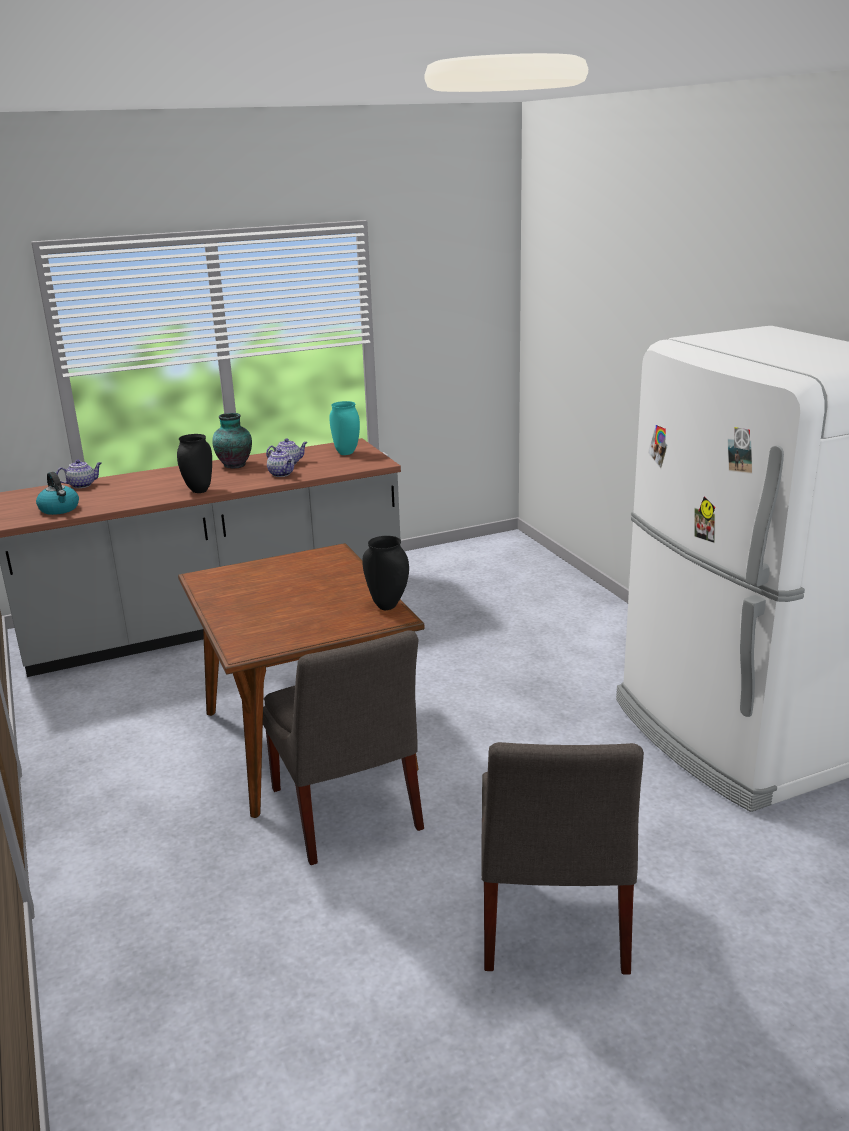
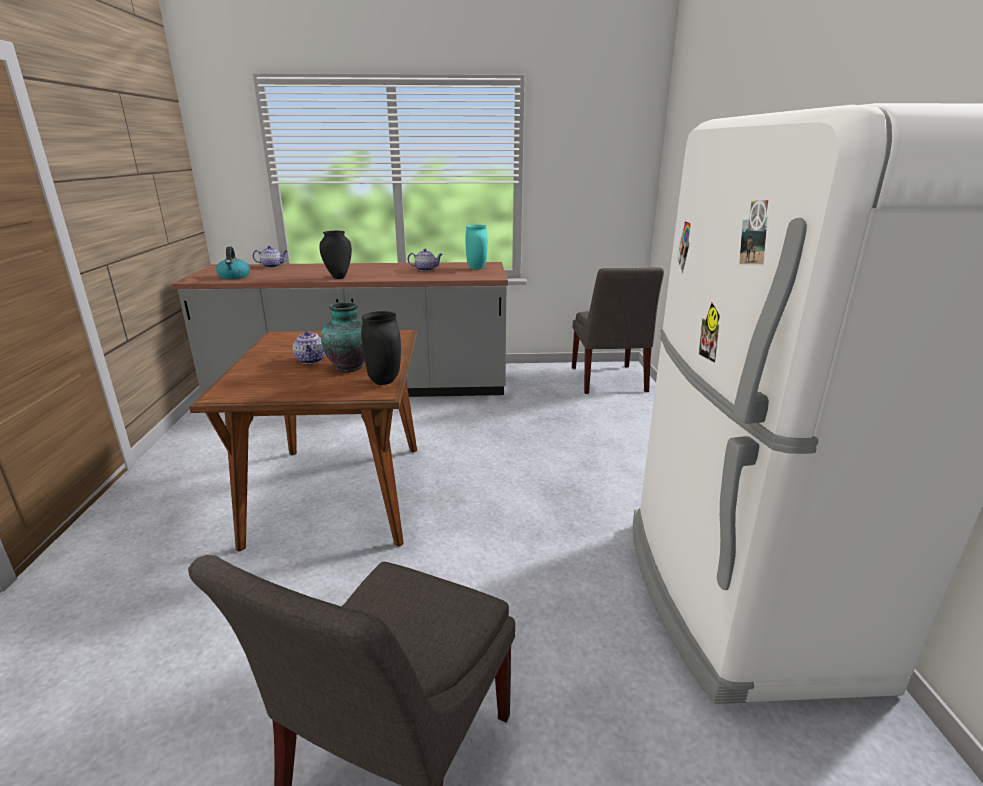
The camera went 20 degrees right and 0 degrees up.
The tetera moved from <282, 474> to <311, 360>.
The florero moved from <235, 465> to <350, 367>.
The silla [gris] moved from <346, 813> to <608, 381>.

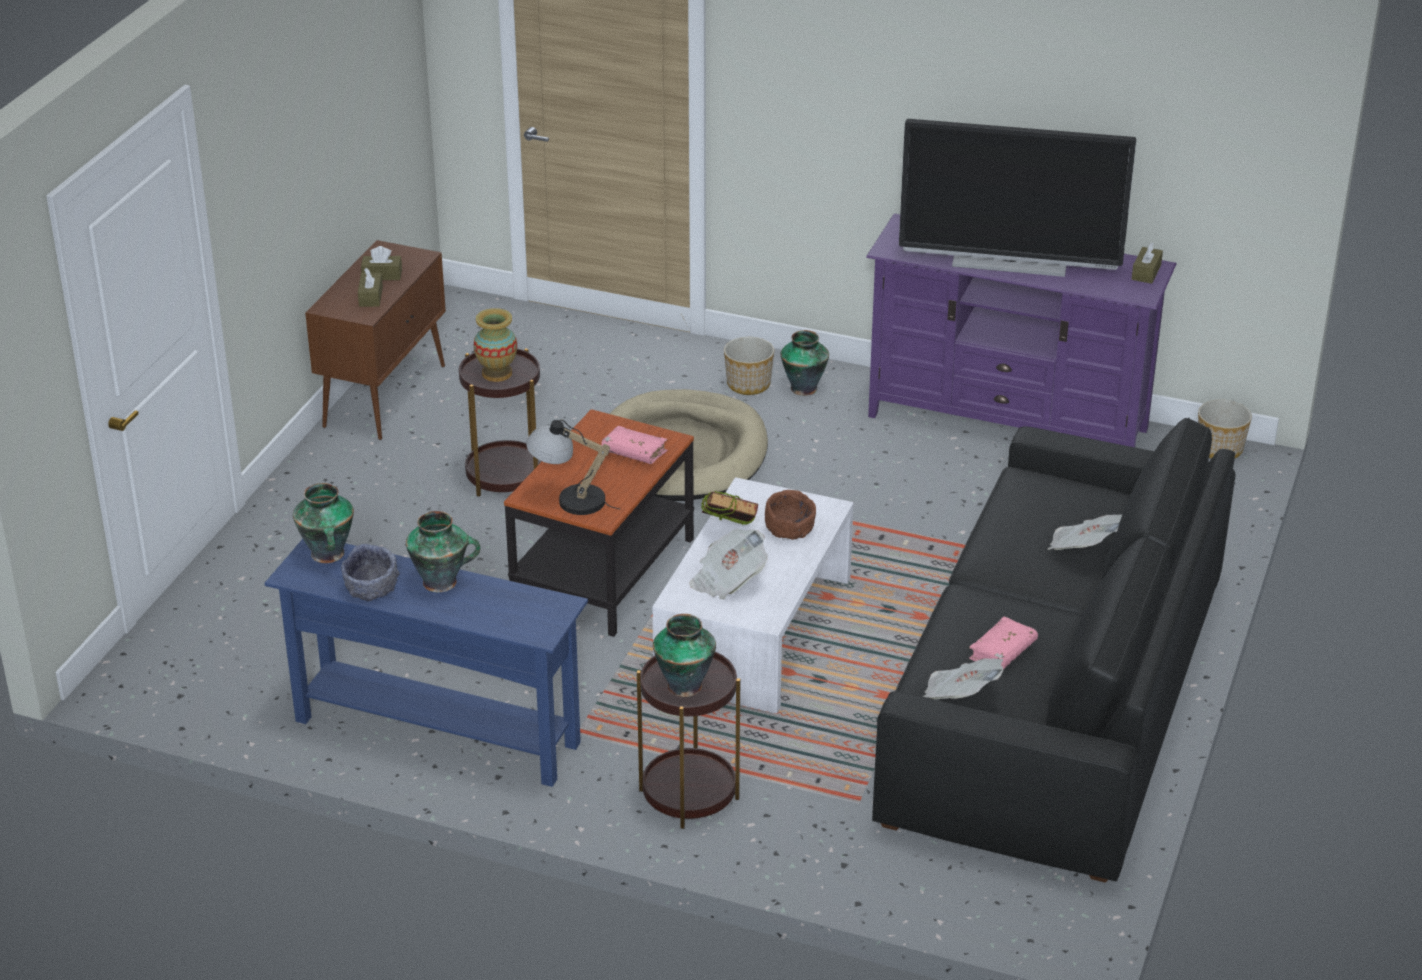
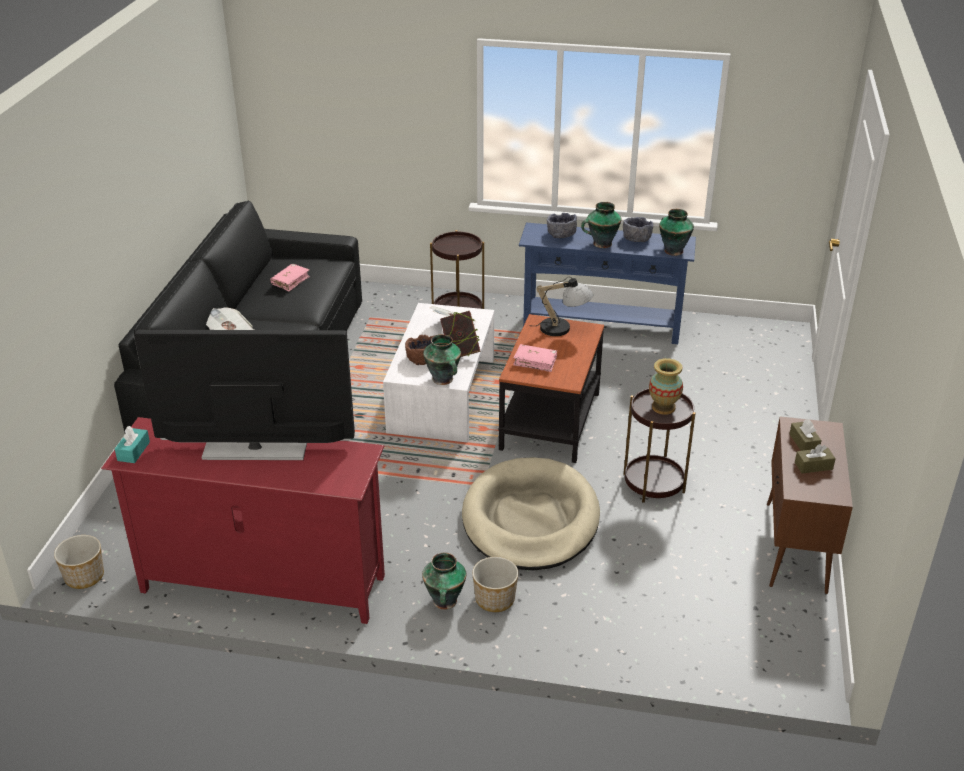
The camera went 170 degrees right and 0 degrees up.
The mueble de televisión [morado] at <1008, 422> became the mueble de televisión [rojo] at <262, 584>.
The caja de pañuelos [marrón] at <1146, 272> became the caja de pañuelos [turquesa] at <133, 451>.
The florero moved from <684, 684> to <443, 380>.
The cuenco [gris] at <561, 234> appeared.
The periódico at <960, 695> disappeared.

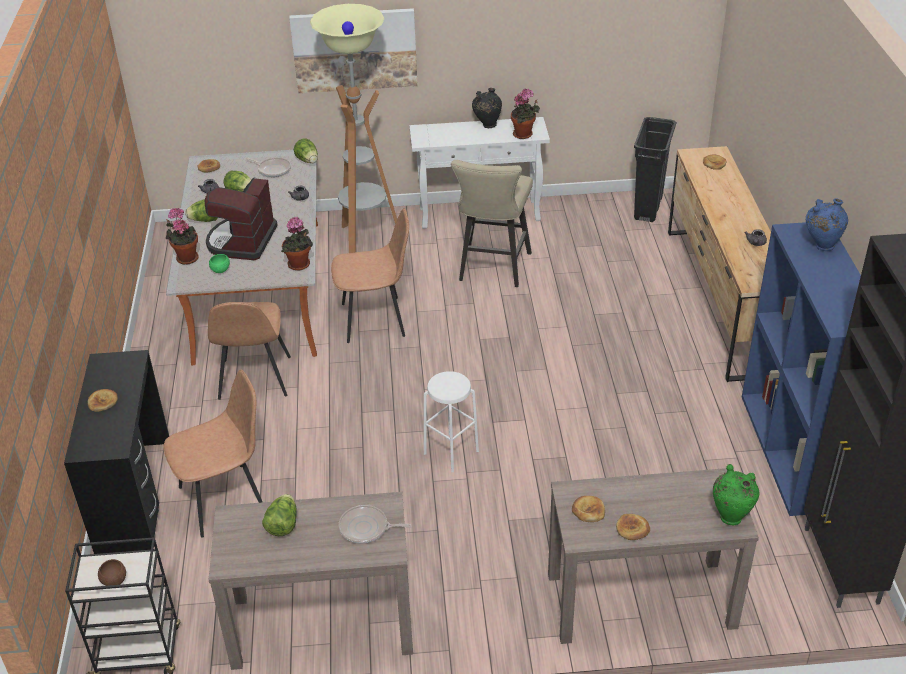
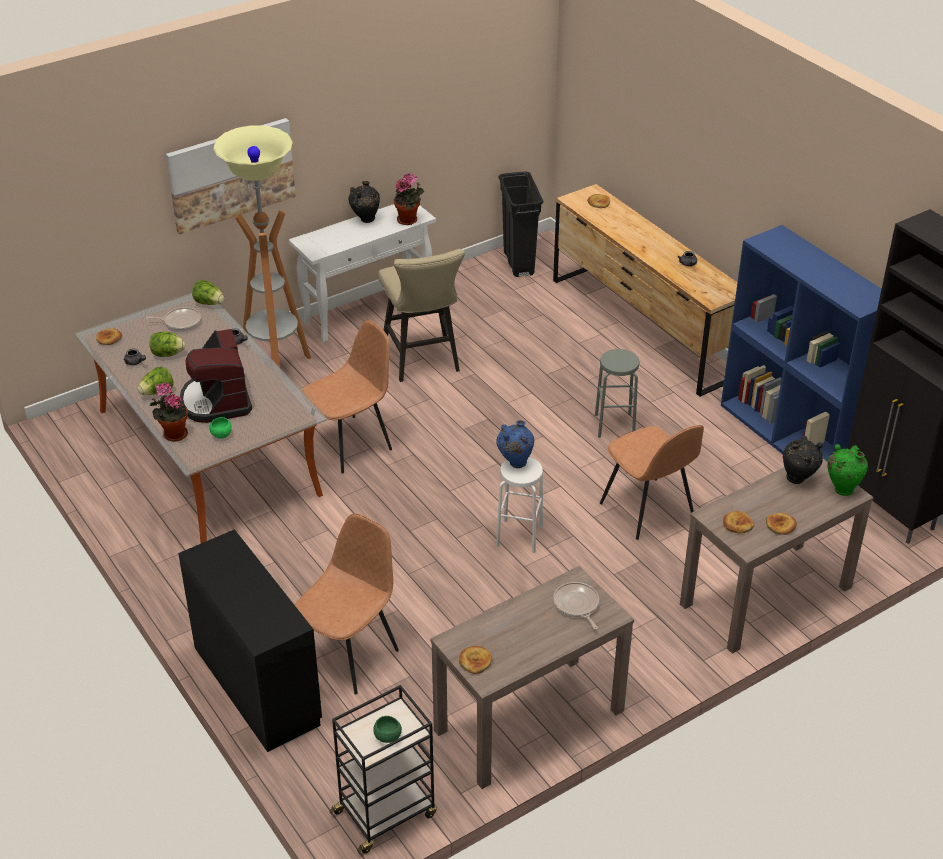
The camera went 30 degrees left and 0 degrees up.
The cuenco [marrón] at <114, 581> became the cuenco [verde] at <387, 737>.
The pan moved from <103, 402> to <475, 661>.
The florero [azul] moved from <821, 246> to <515, 463>.
The sartén at <366, 528> turned 90 degrees clockwise.
The taburete [gris] at <614, 425> appeared.
The silla [marrón] moved from <254, 379> to <648, 510>.
The florero [negro] at <798, 479> appeared.
The lechuga at <282, 524> disappeared.
The planta en maceta at <300, 265> disappeared.

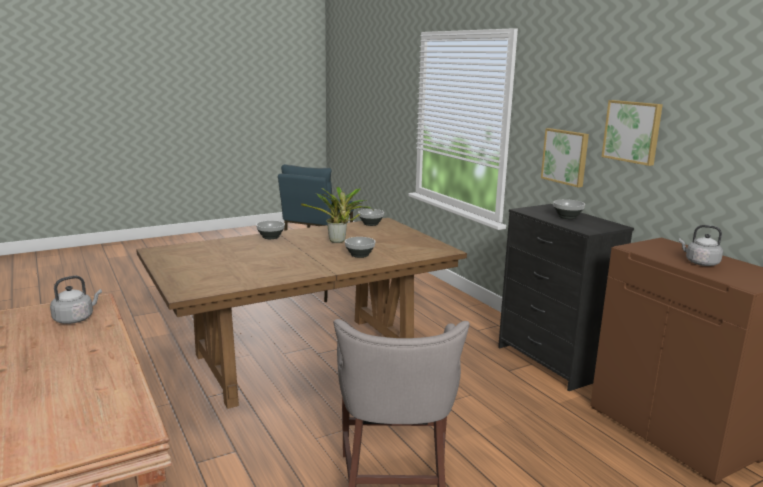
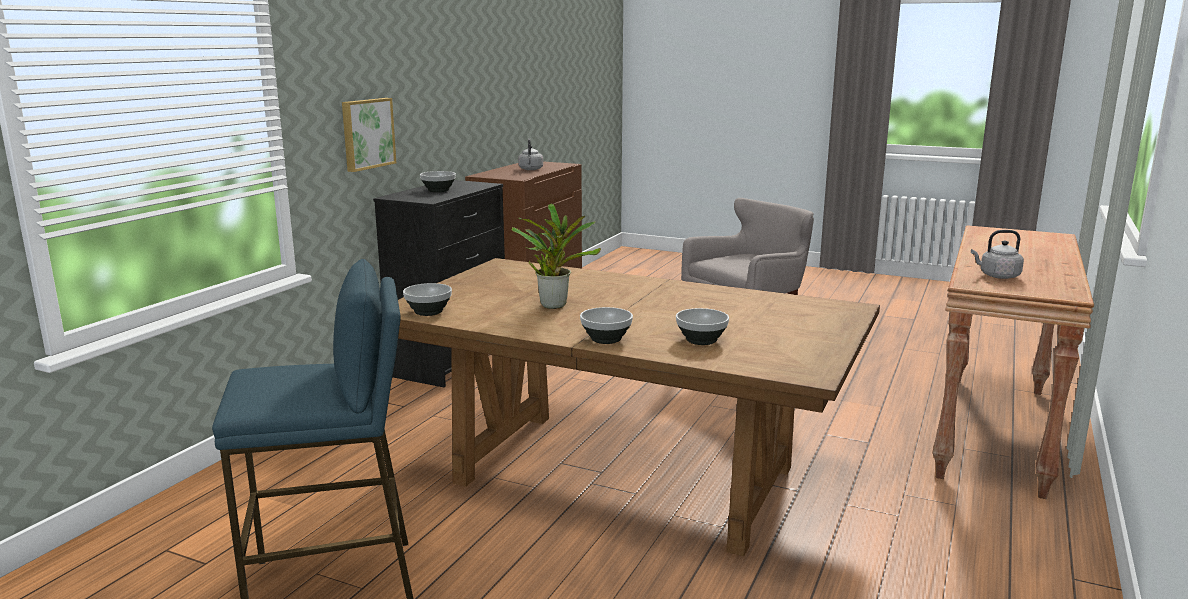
The camera went 125 degrees left and 0 degrees up.
The cuenco moved from <359, 255> to <702, 340>.
The cuadro at <633, 131> disappeared.

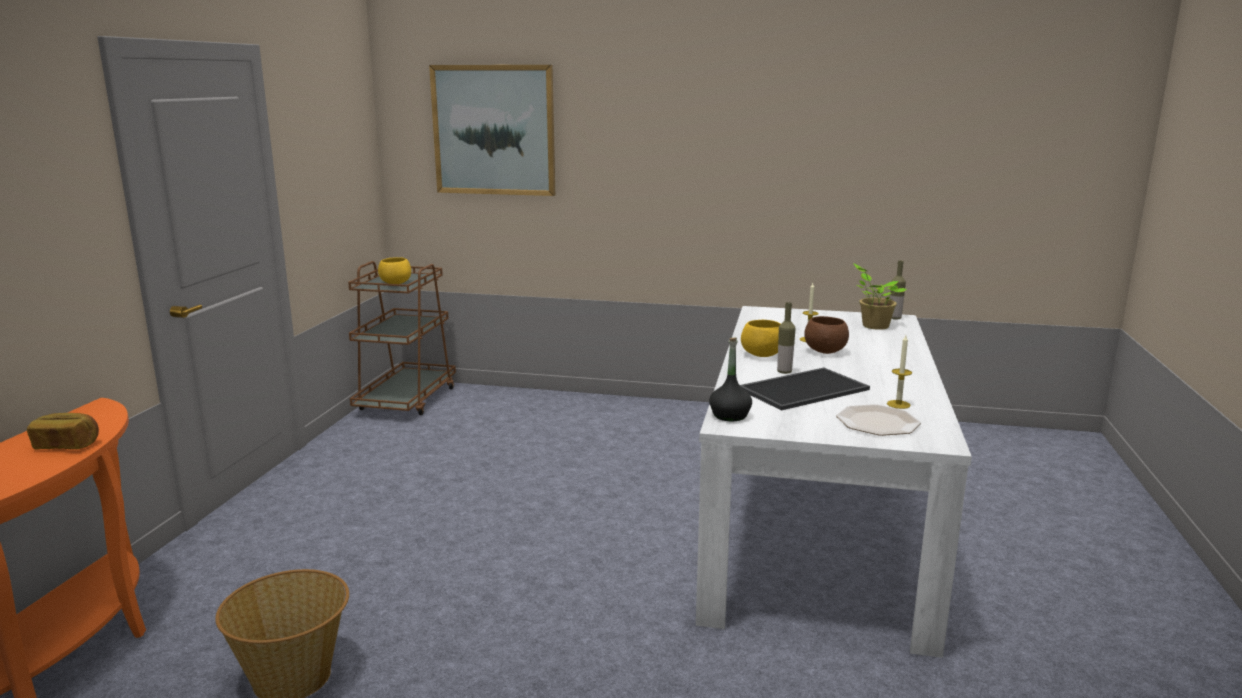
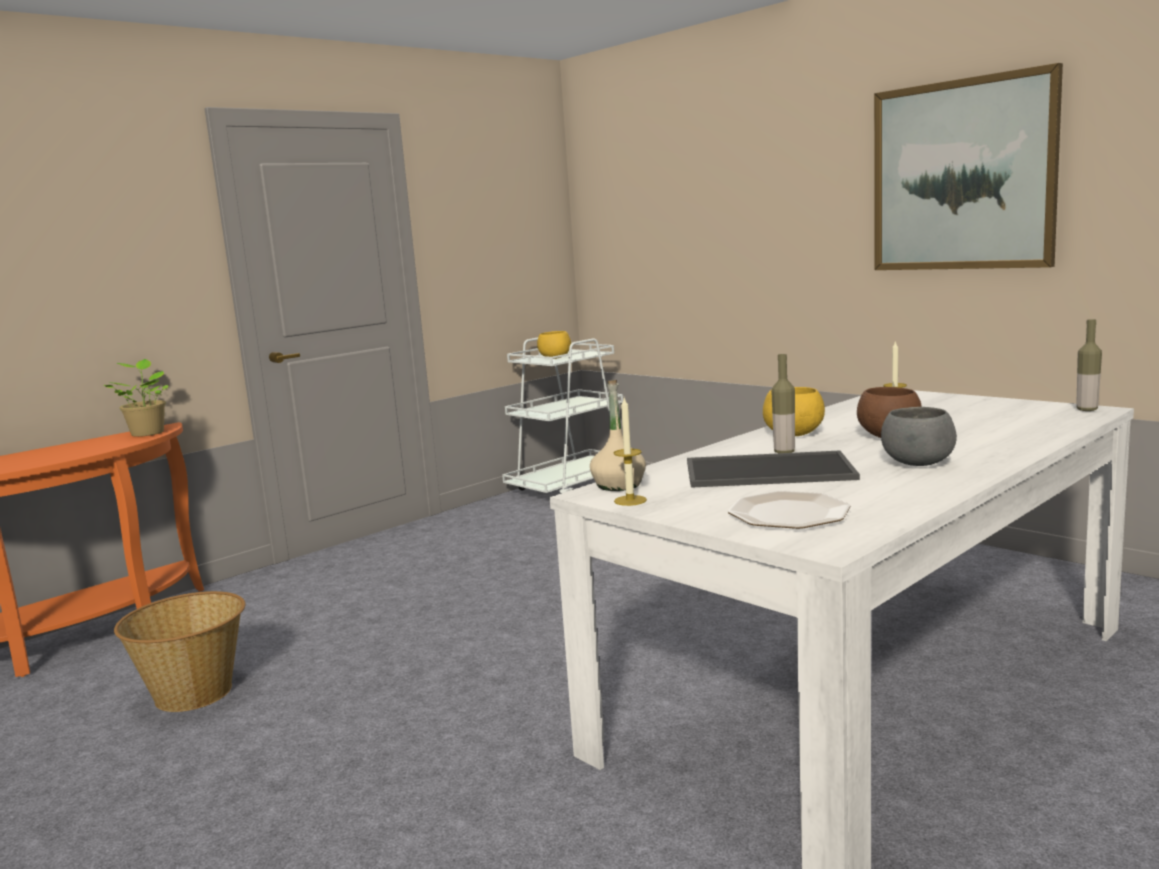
The camera went 35 degrees right and 5 degrees down.
The planta en maceta moved from <873, 326> to <148, 433>.
The carrito [marrón] at <407, 400> became the carrito [blanco] at <571, 486>.
The botella [negro] at <729, 415> became the botella [beis] at <618, 485>.
The vela moved from <898, 404> to <630, 500>.
The cuadro moved from <494, 130> to <962, 175>.
The cuenco [gris] at <917, 464> appeared.
The pan at <67, 445> disappeared.

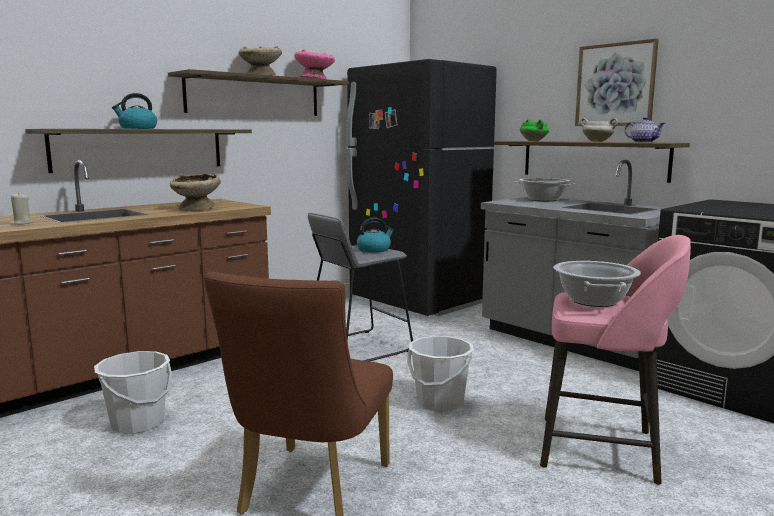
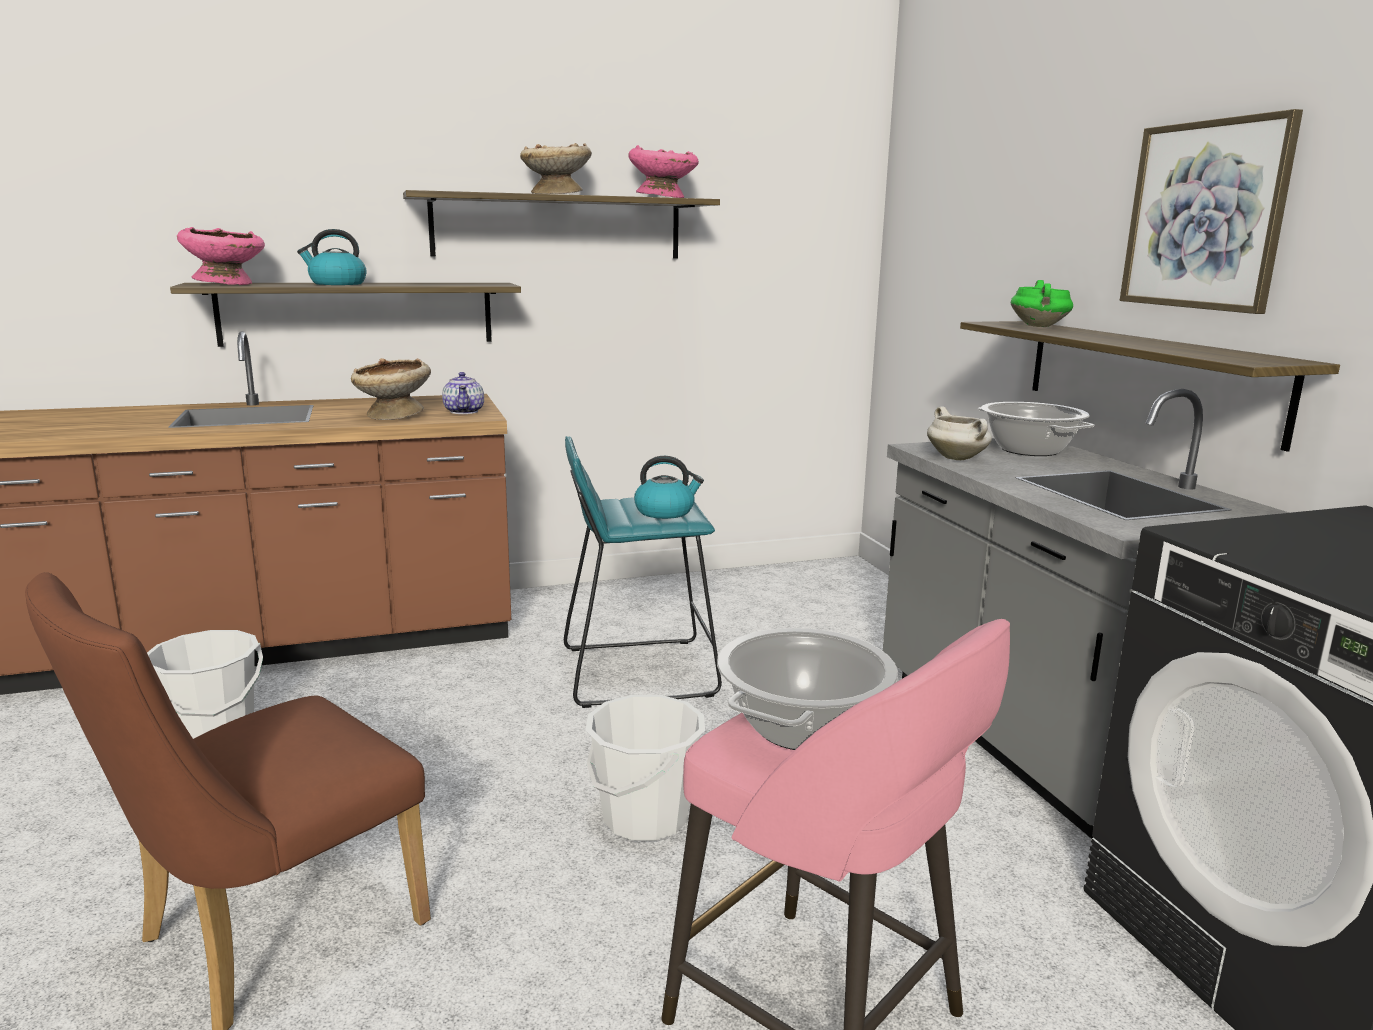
The camera went 25 degrees right and 5 degrees up.
The cuenco [rosa] at <227, 284> appeared.
The tetera moved from <643, 142> to <464, 411>.
The taburete [gris] at <358, 348> became the taburete [turquesa] at <638, 671>.
The olla [blanco] moved from <598, 141> to <958, 458>.
The vela [beis] at <22, 223> disappeared.
The nevera [negro] at <418, 301> disappeared.

